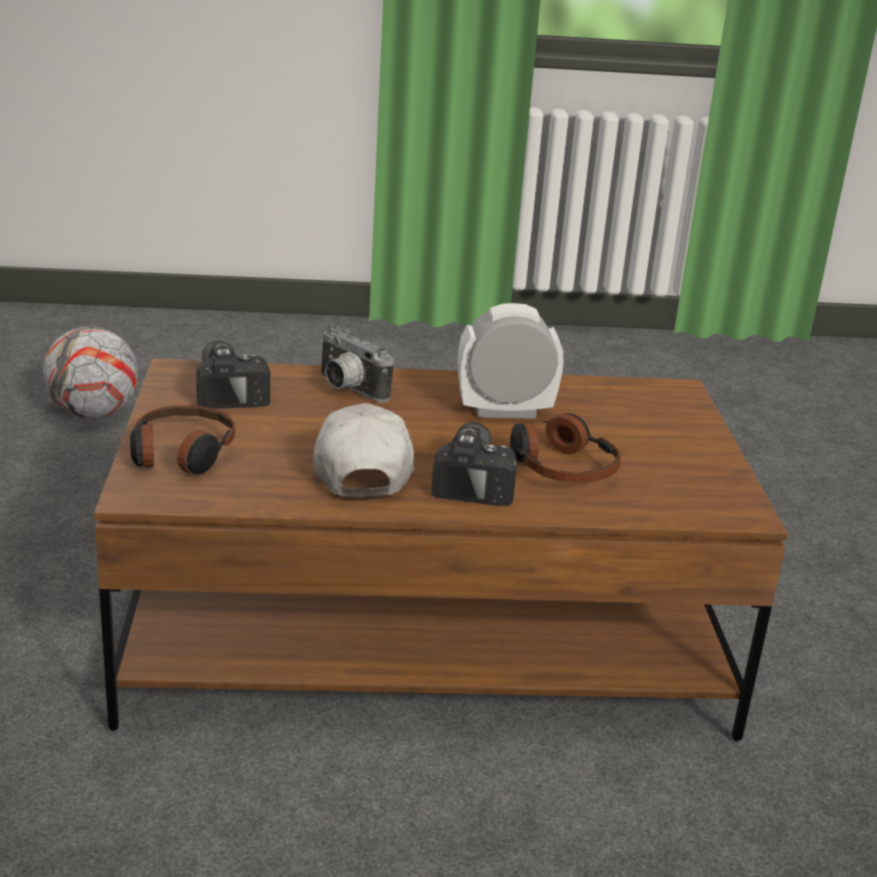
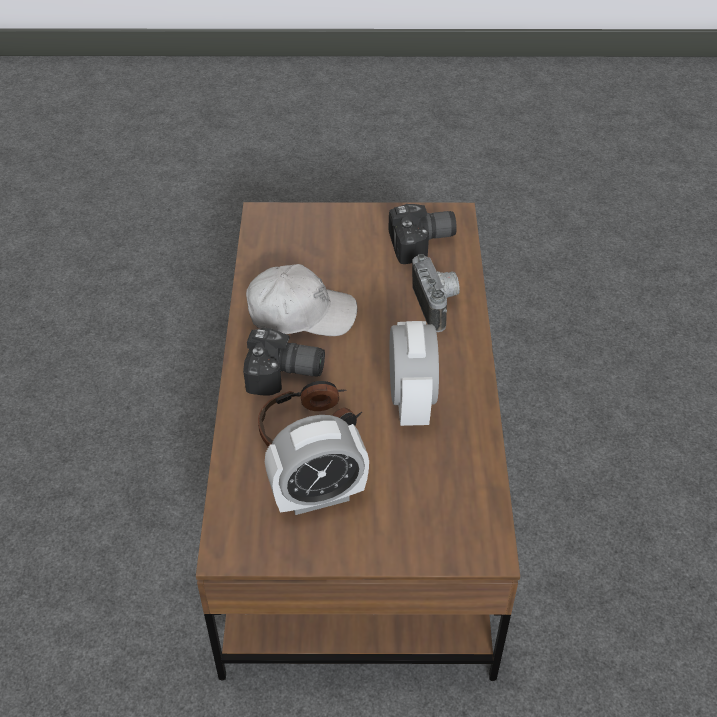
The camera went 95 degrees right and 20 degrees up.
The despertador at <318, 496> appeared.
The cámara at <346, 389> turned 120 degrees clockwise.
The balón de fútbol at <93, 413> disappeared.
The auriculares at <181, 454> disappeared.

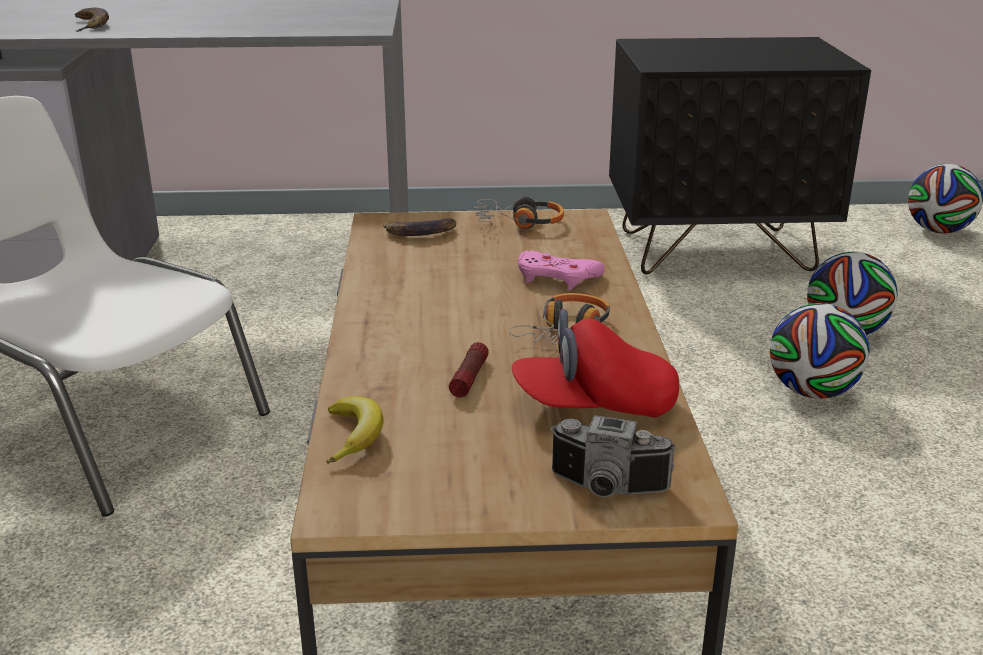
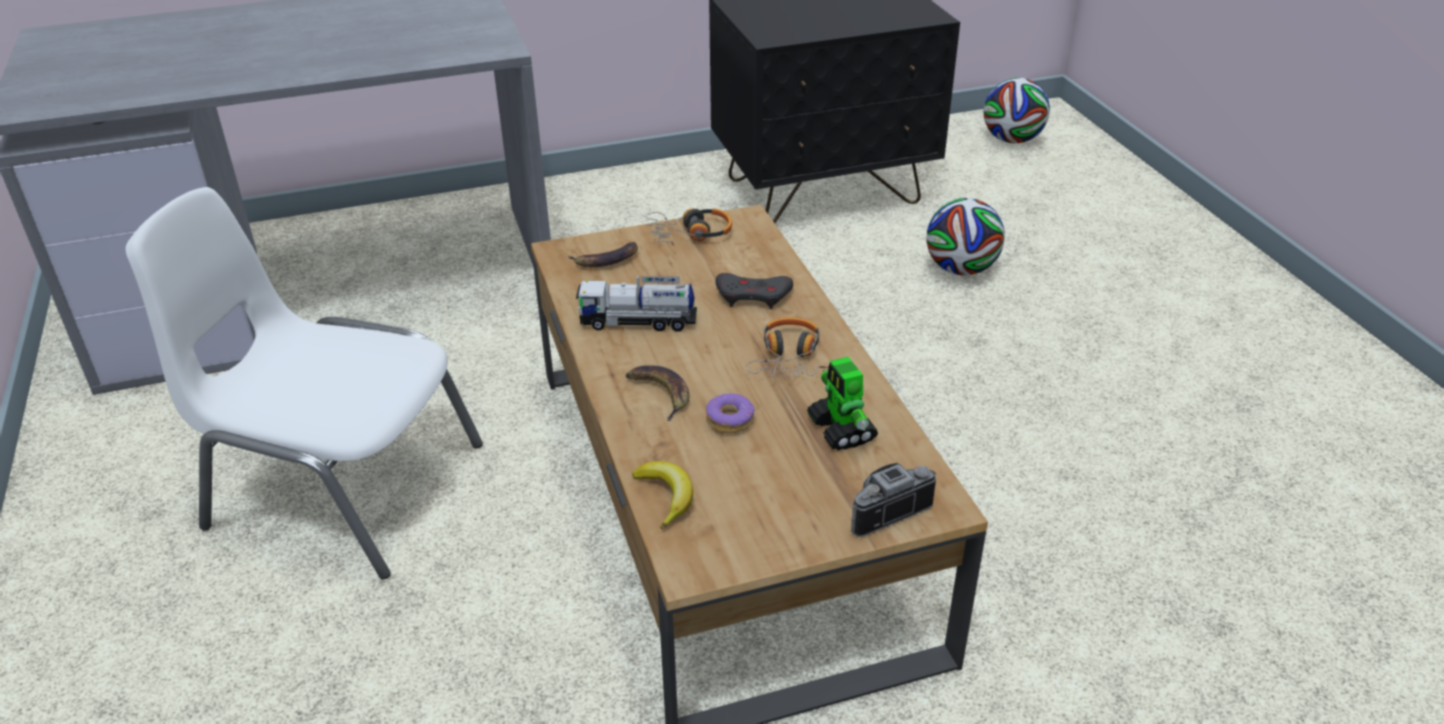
The camera went 15 degrees left and 10 degrees up.
The camión de juguete at <638, 322> appeared.
The plátano moved from <90, 25> to <659, 393>.
The linterna at <469, 378> was replaced by the rosquilla at <730, 420>.
The mando de consola [rosa] at <557, 277> became the mando de consola [gris] at <753, 296>.
The gorra [rojo] at <594, 405> was replaced by the robot de juguete at <841, 430>.
The cámara at <606, 490> turned 150 degrees clockwise.
The balón de fútbol at <812, 392> disappeared.

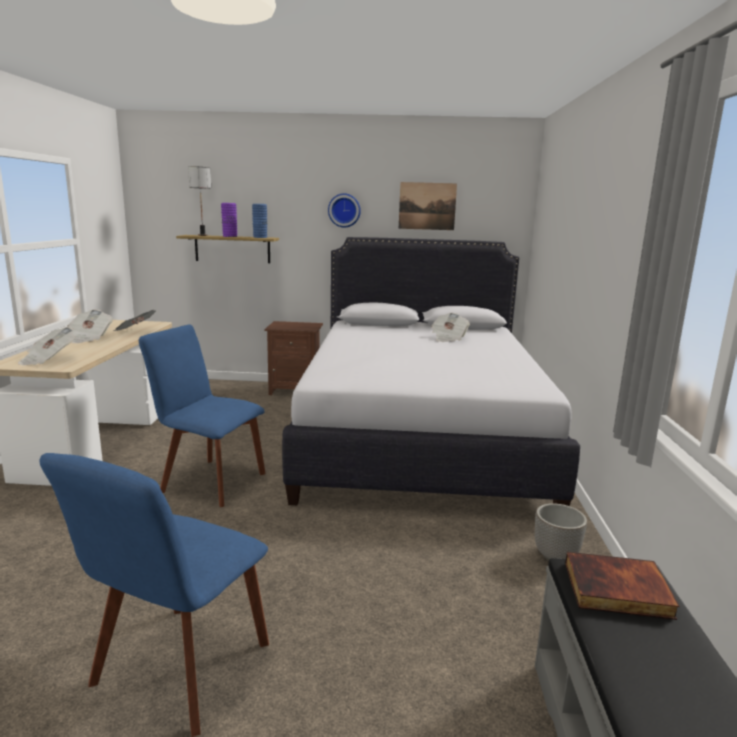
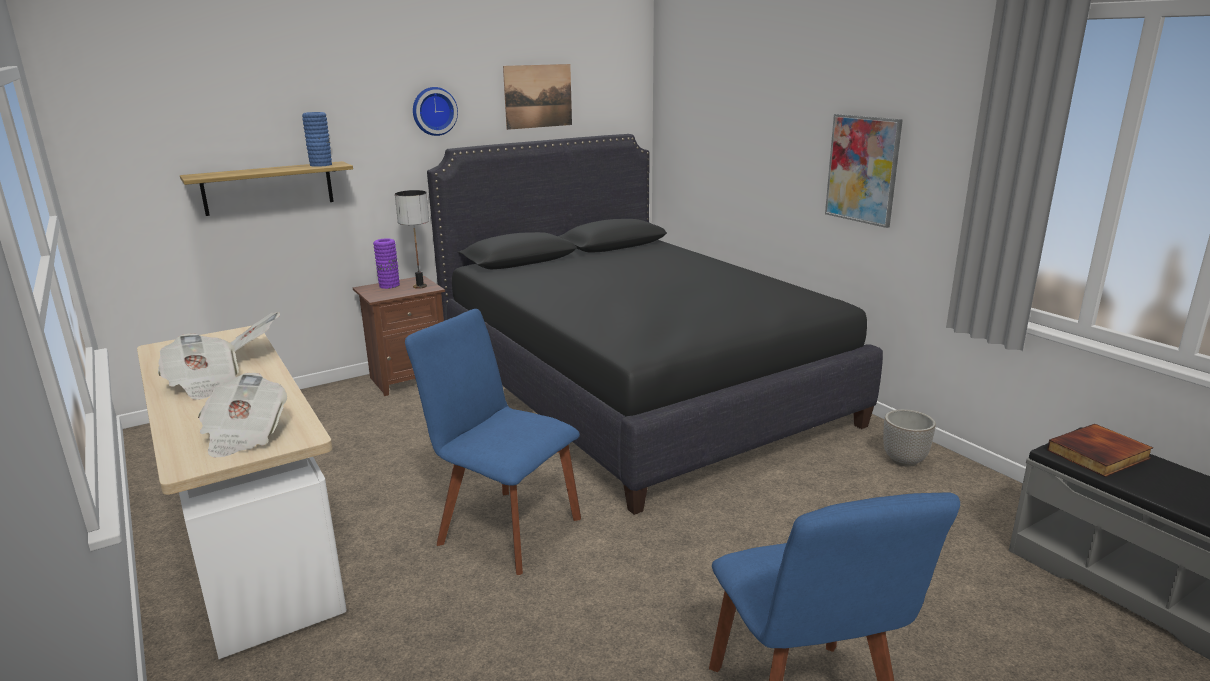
The camera went 35 degrees left and 5 degrees up.
The florero [morado] moved from <230, 236> to <389, 285>.
The lámpara de mesa moved from <202, 235> to <420, 286>.
The silla [azul] at <209, 481> turned 45 degrees clockwise.
The cama [blanco] at <419, 436> became the cama [negro] at <636, 390>.
The cuadro at <862, 169> appeared.
The periódico at <448, 338> disappeared.

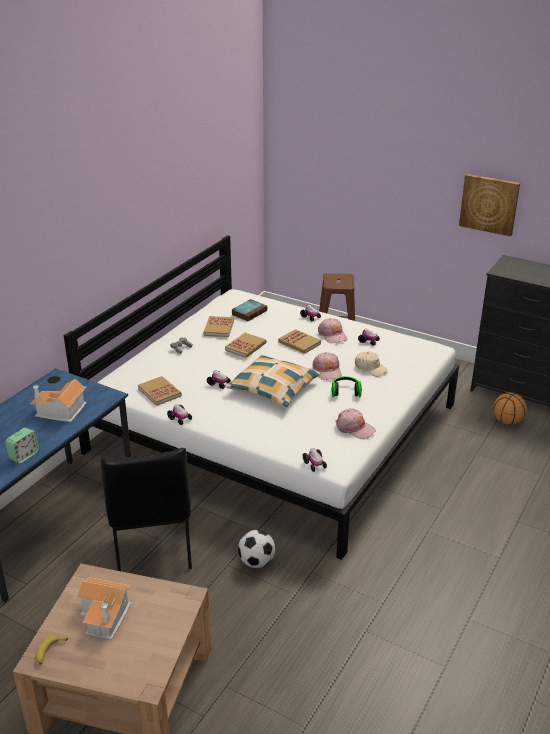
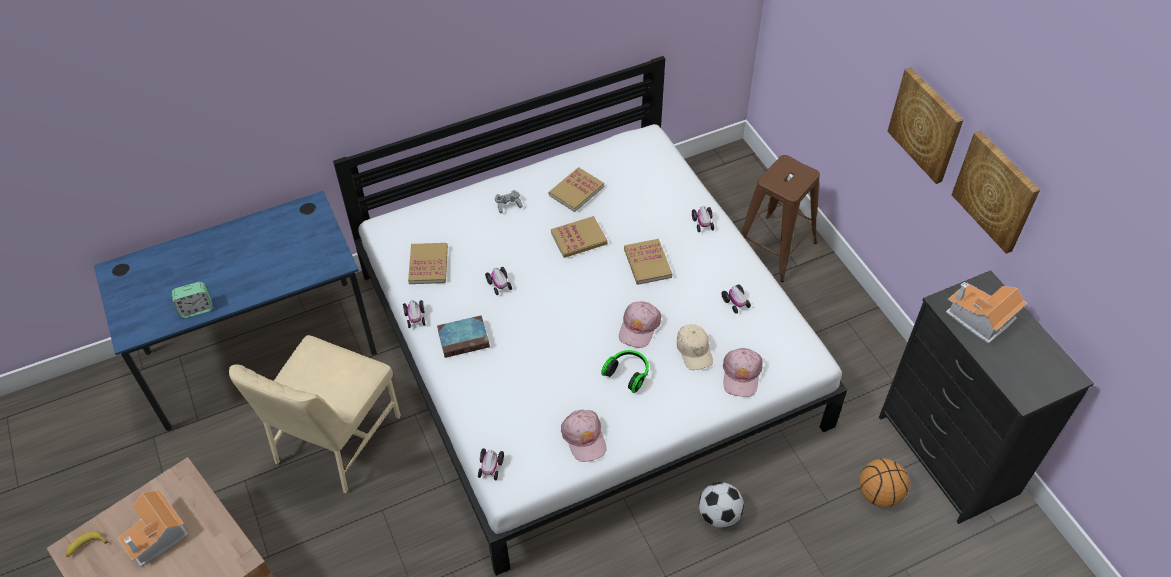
The camera went 35 degrees right and 20 degrees up.
The silla [negro] at <152, 545> became the silla [beis] at <335, 440>.
The libro moved from <249, 312> to <464, 338>.
The balón de fútbol moved from <256, 562> to <719, 515>.
The gorra [rosa] moved from <332, 335> to <741, 375>.
The cuadro at <926, 124> appeared.
The casita moved from <60, 411> to <979, 319>.
The cojín at <273, 388> disappeared.

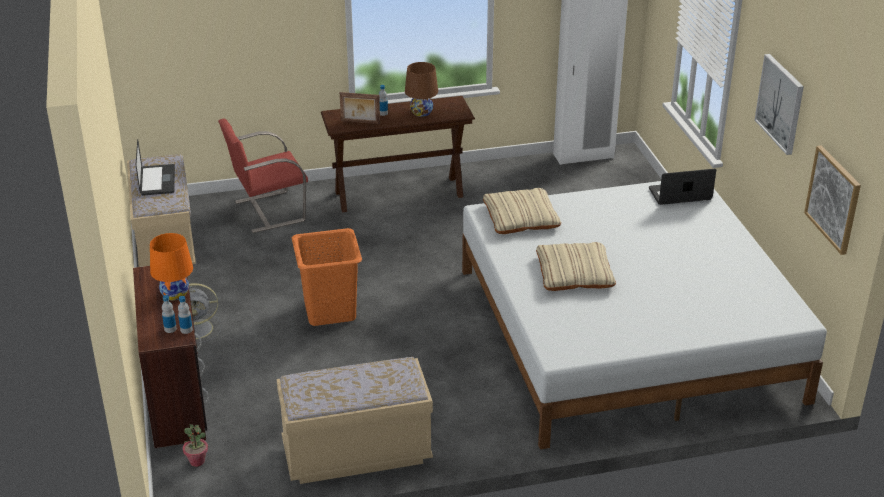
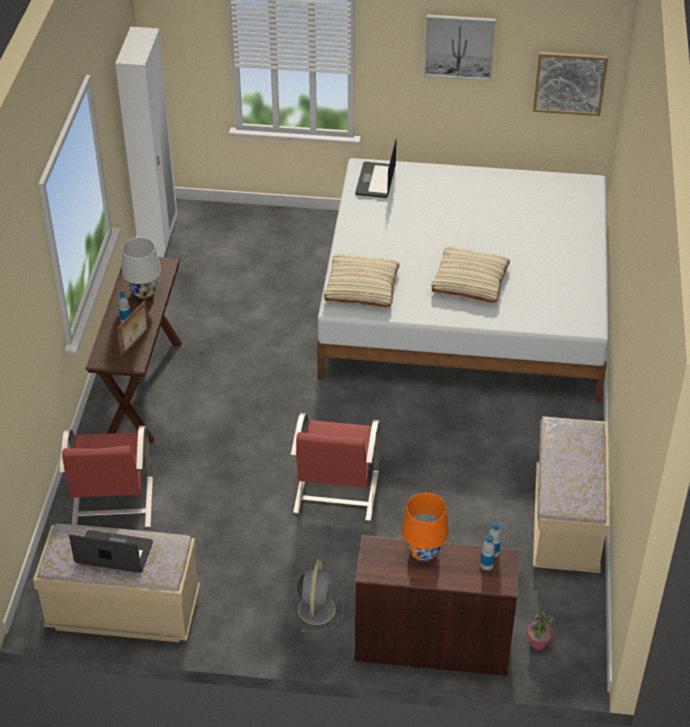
The camera went 70 degrees left and 10 degrees up.
The lámpara de mesa [marrón] at <421, 112> became the lámpara de mesa [blanco] at <144, 292>.
The cesto de la ropa [naranja] at <329, 310> was replaced by the silla [rojo] at <335, 493>.

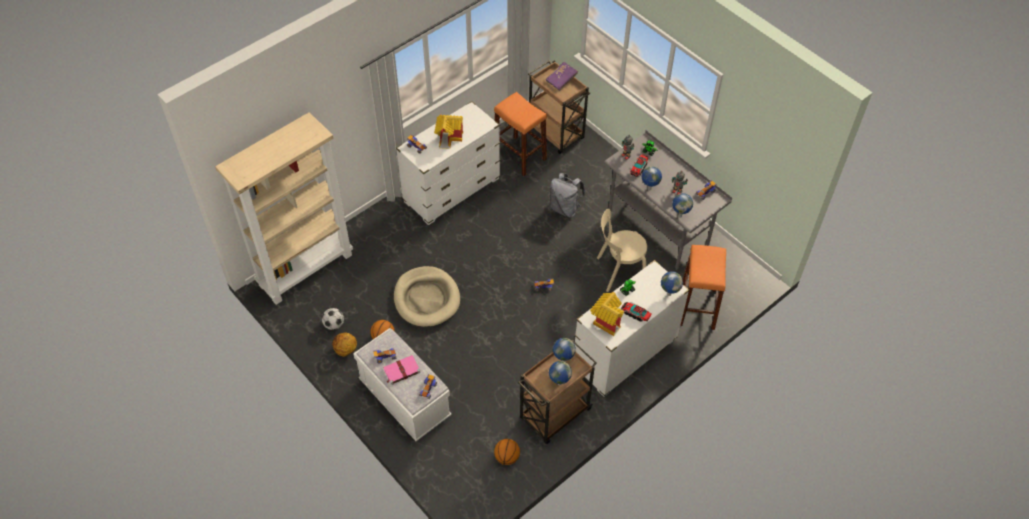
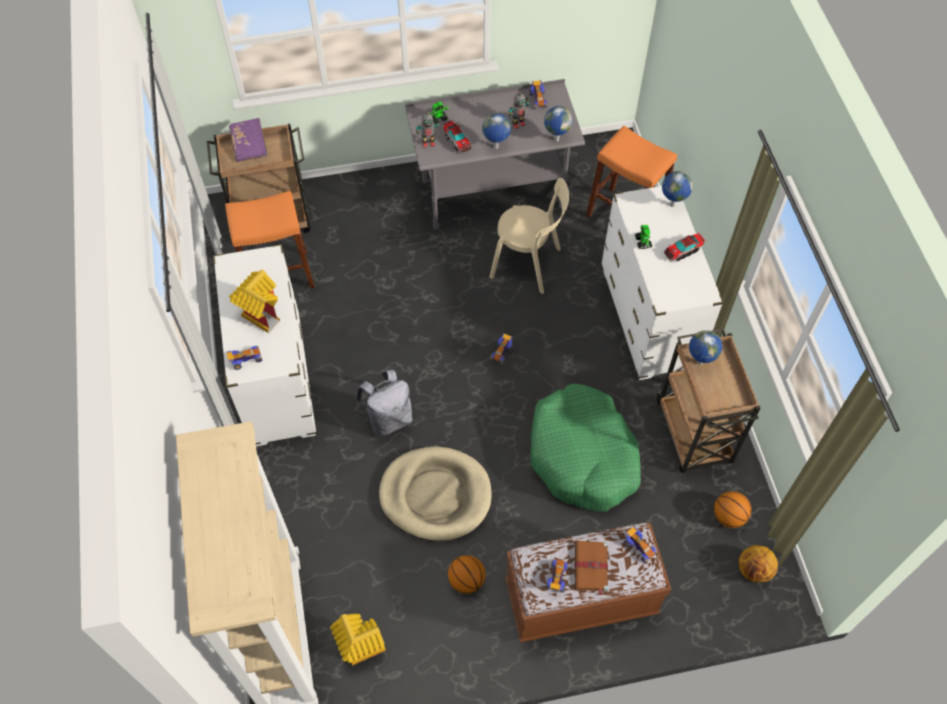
The camera went 60 degrees left and 5 degrees up.
The casita moved from <605, 321> to <358, 646>.
The mochila [gris] moved from <565, 208> to <388, 419>.
The silla [beis] at <618, 271> turned 90 degrees counterclockwise.
The banco [blanco] at <405, 399> became the banco [marrón] at <580, 598>.
The cama para perro [verde] at <583, 455> appeared.
The libro [rosa] at <401, 370> became the libro [marrón] at <591, 567>.
The balón de baloncesto moved from <345, 350> to <754, 570>.
The balón de fútbol at <334, 324> disappeared.
The globo terráqueo at <558, 383> disappeared.

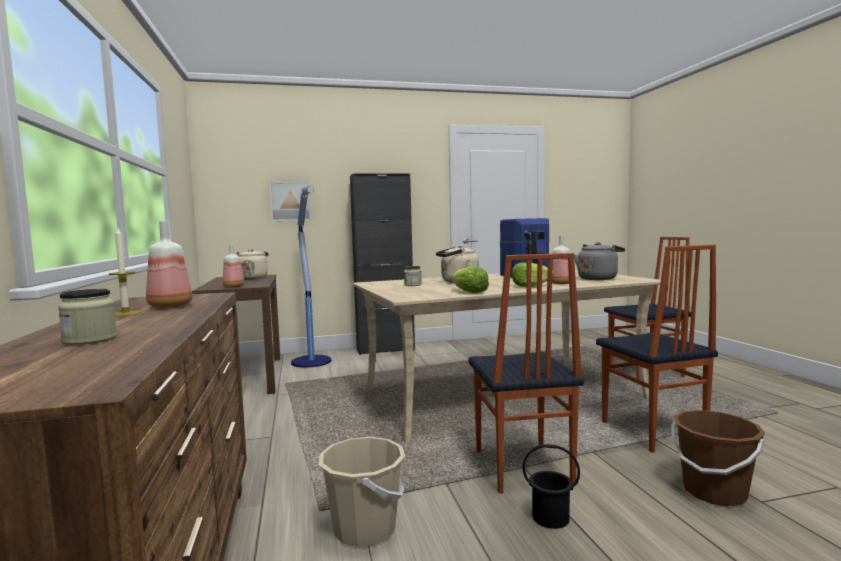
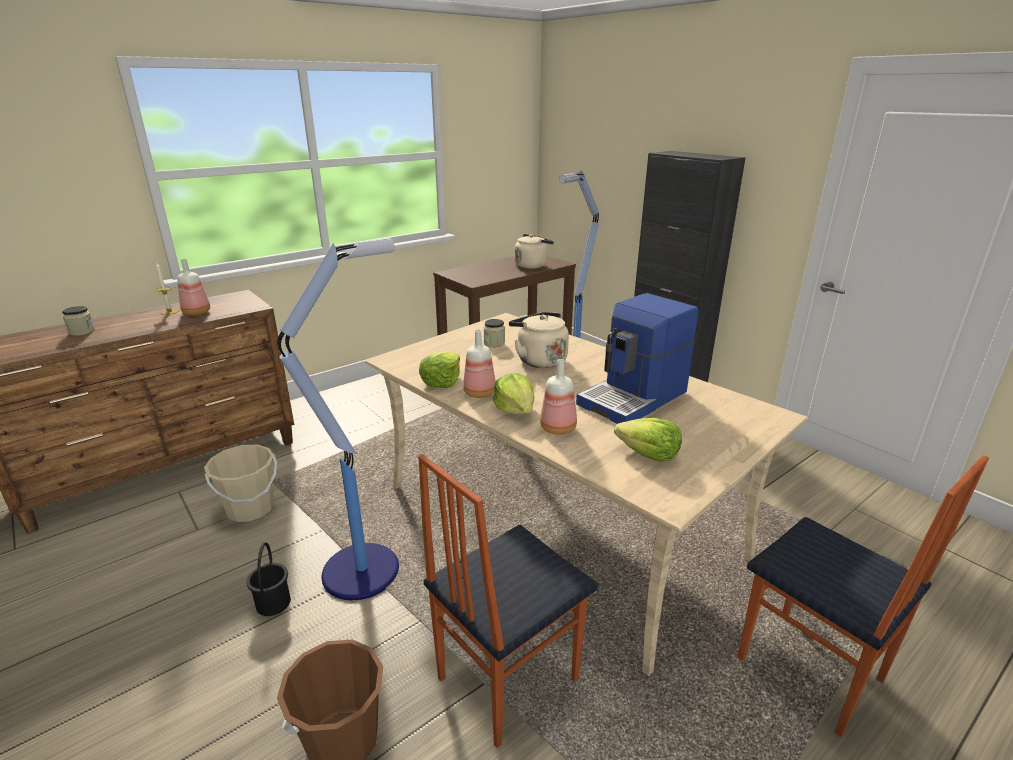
The camera went 65 degrees right and 20 degrees up.
The silla at <521, 468> was replaced by the lámpara de pie at <364, 569>.
The botella moved from <234, 286> to <480, 393>.
The hervidor [gris] at <598, 278> was replaced by the lechuga at <648, 454>.
The cuadro at <290, 201> disappeared.

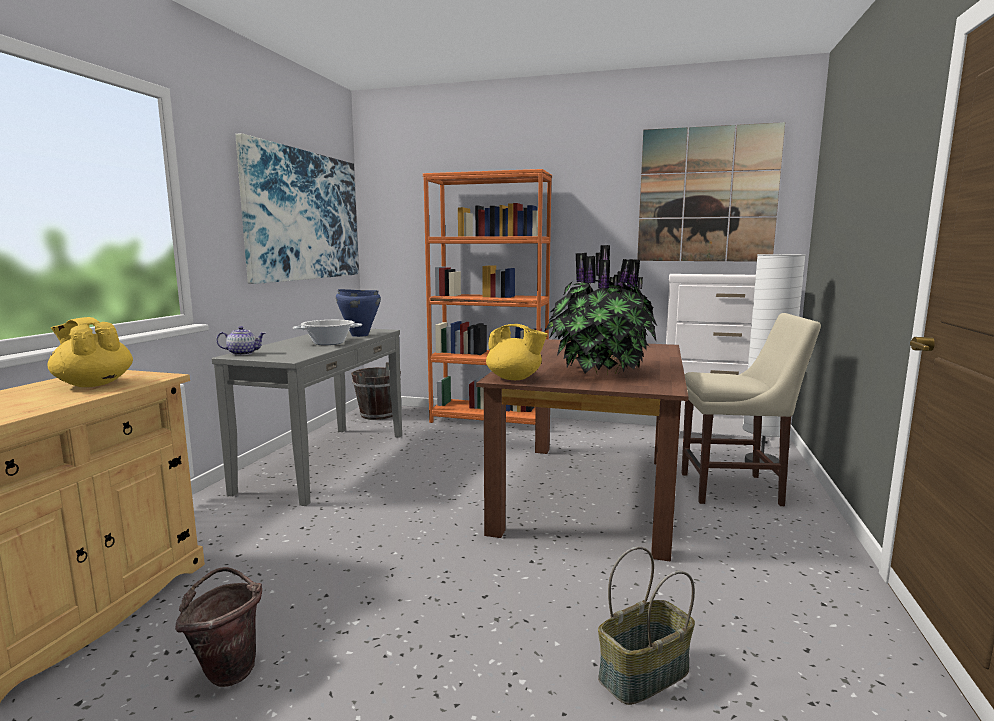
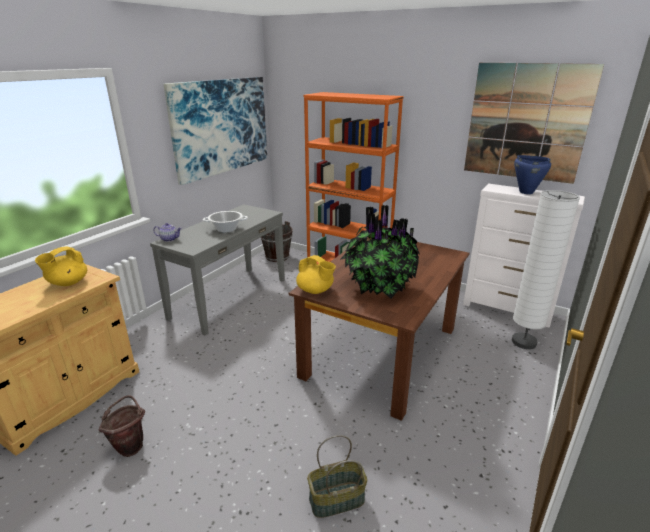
The camera went 15 degrees right and 15 degrees up.
The tetera [amarillo] at <93, 384> turned 105 degrees counterclockwise.
The olla [azul] moved from <359, 335> to <526, 192>.
The silla [beis] at <735, 489> disappeared.

